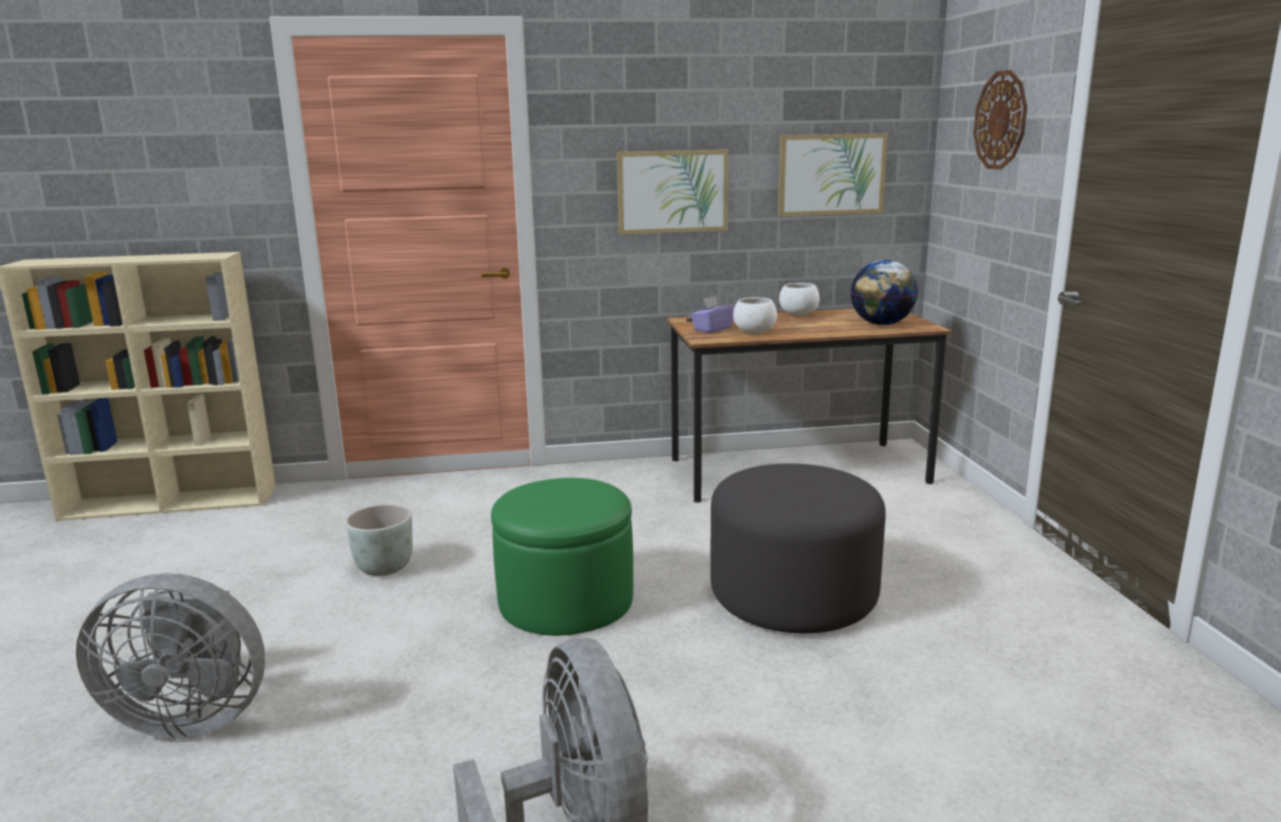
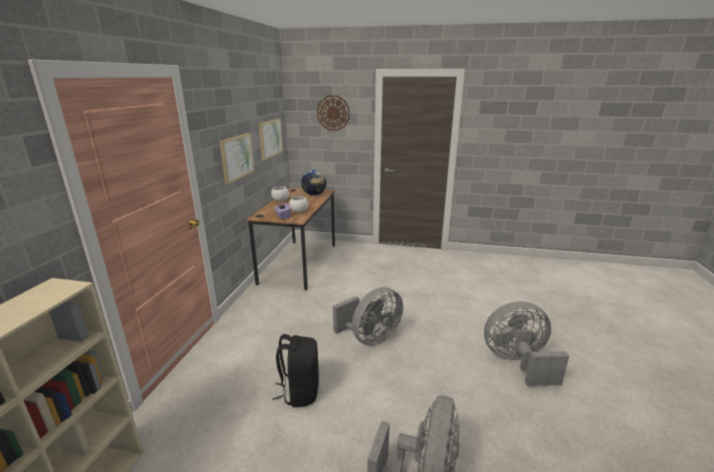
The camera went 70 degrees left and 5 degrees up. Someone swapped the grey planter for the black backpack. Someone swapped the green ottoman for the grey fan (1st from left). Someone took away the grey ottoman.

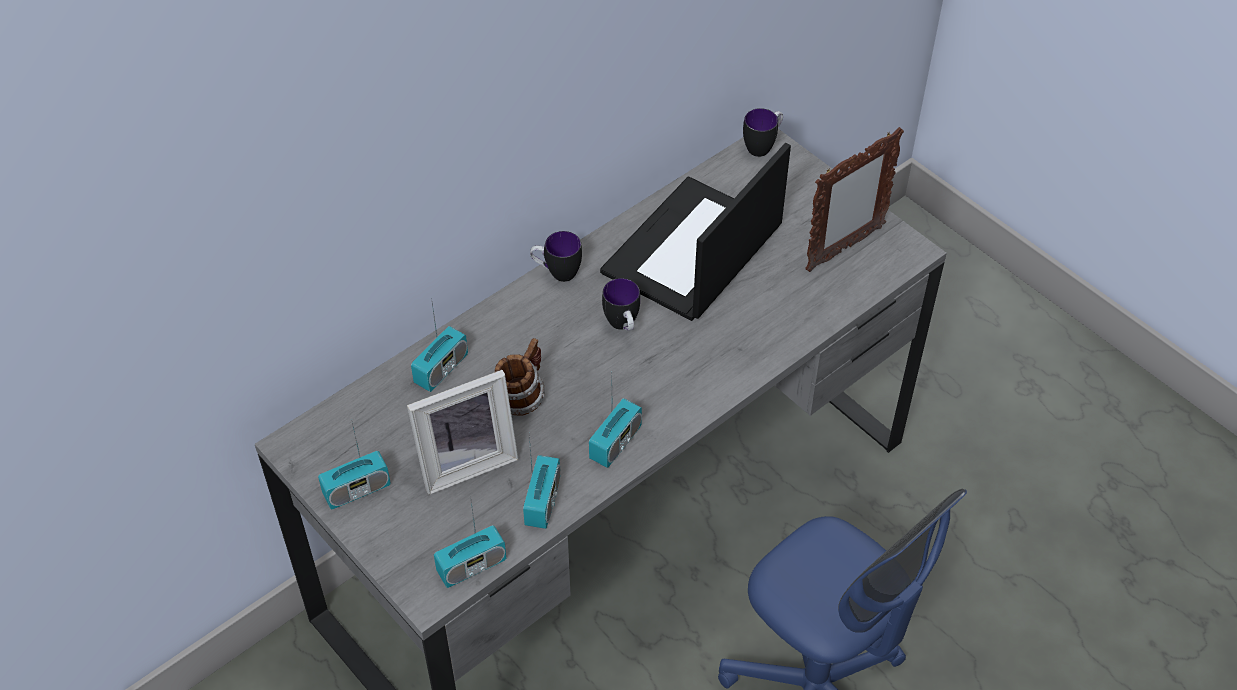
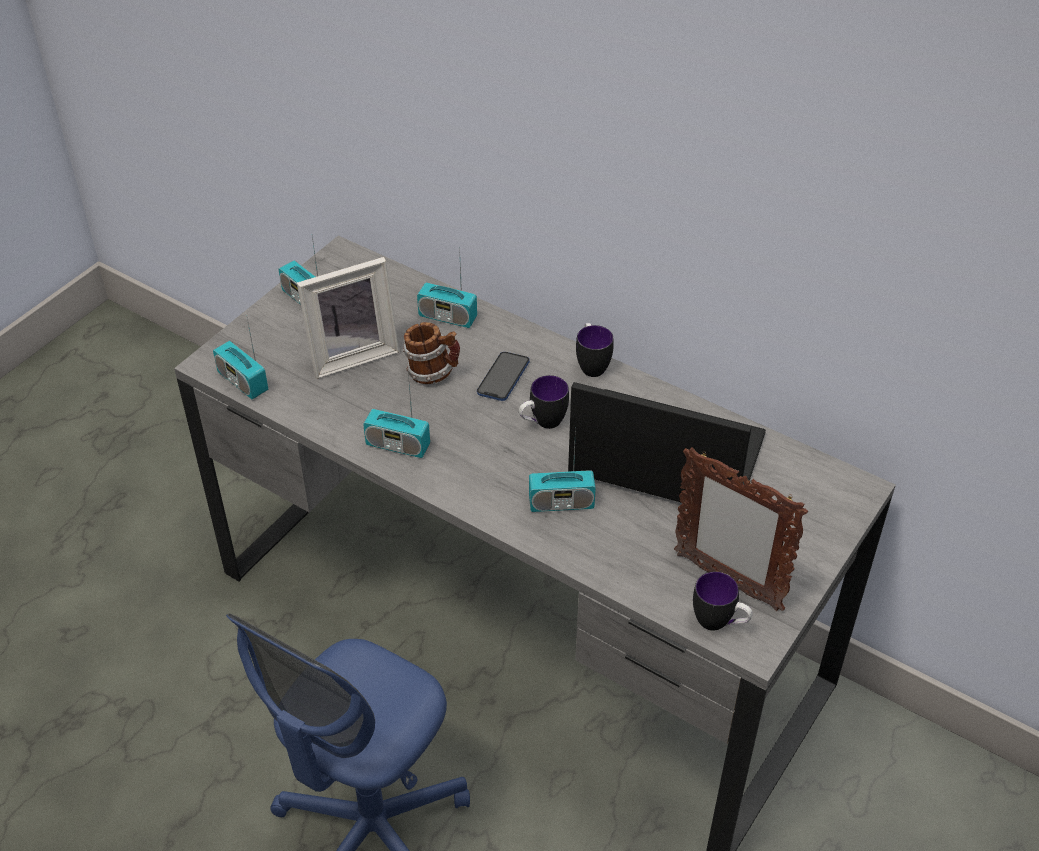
The camera went 75 degrees right and 5 degrees down. Someone rotated the picture frame (1st from left) by 75 degrees counterclockwise. Someone put down the phone. Someone carried the radio (4th from left in the first image). Someone carried the mug (4th from left).

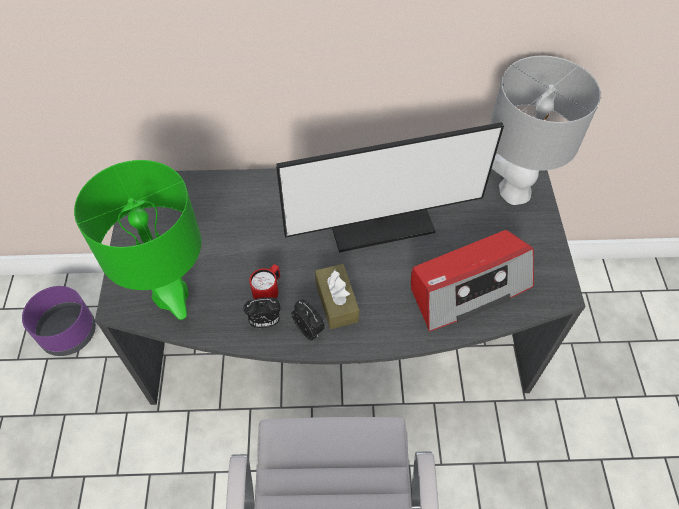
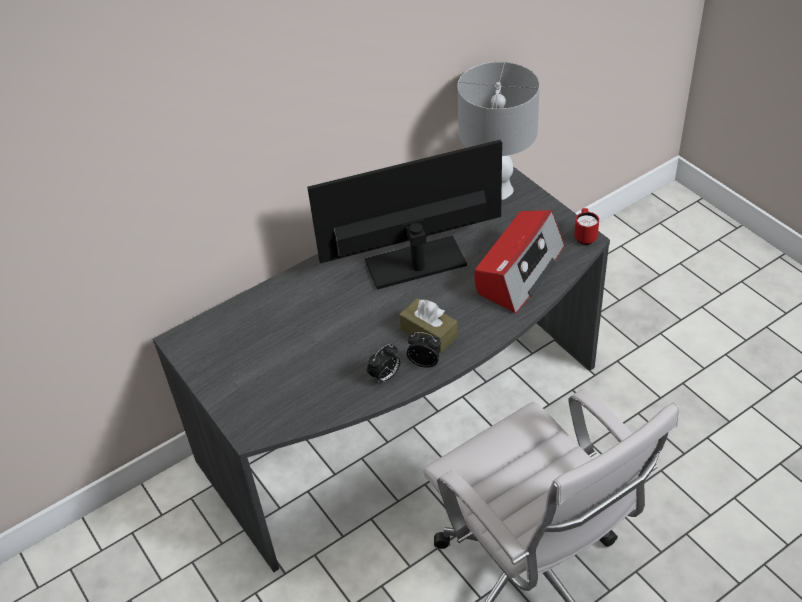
The camera went 30 degrees left and 10 degrees down. Someone rotated the monitor by 150 degrees counterclockwise. Someone carried the red mug. Someone took away the purple planter. Someone took away the green table lamp.

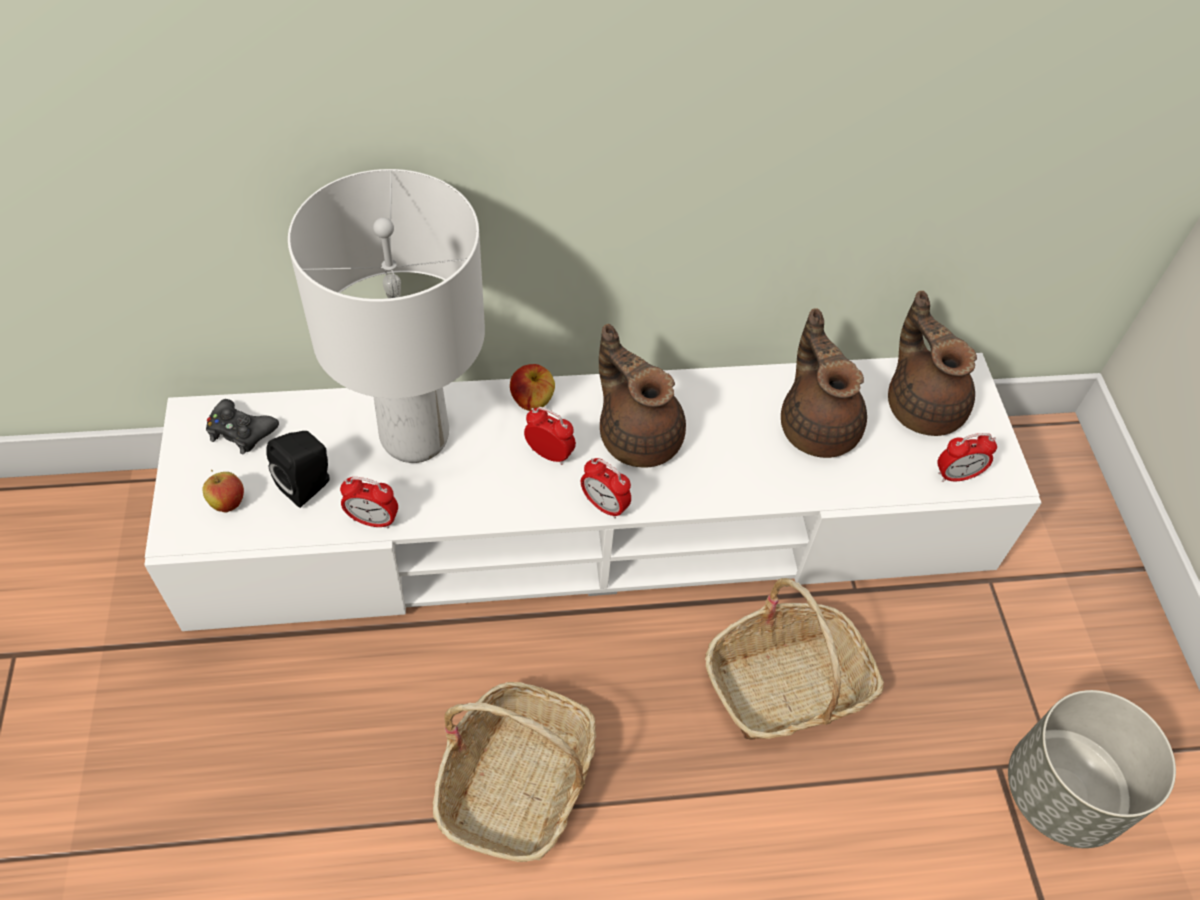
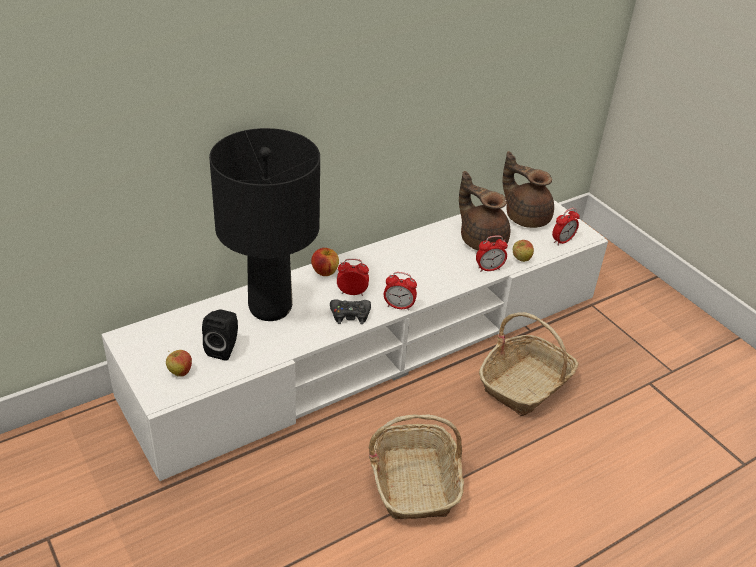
The camera went 25 degrees left and 15 degrees down. Someone repainted the white table lamp, which became the black table lamp. Someone carried the black game controller. Someone carried the alarm clock (1st from left in the first image). Someone put down the apple (3rd from left). Someone took away the brown teapot (1st from left). Someone took away the grey planter.

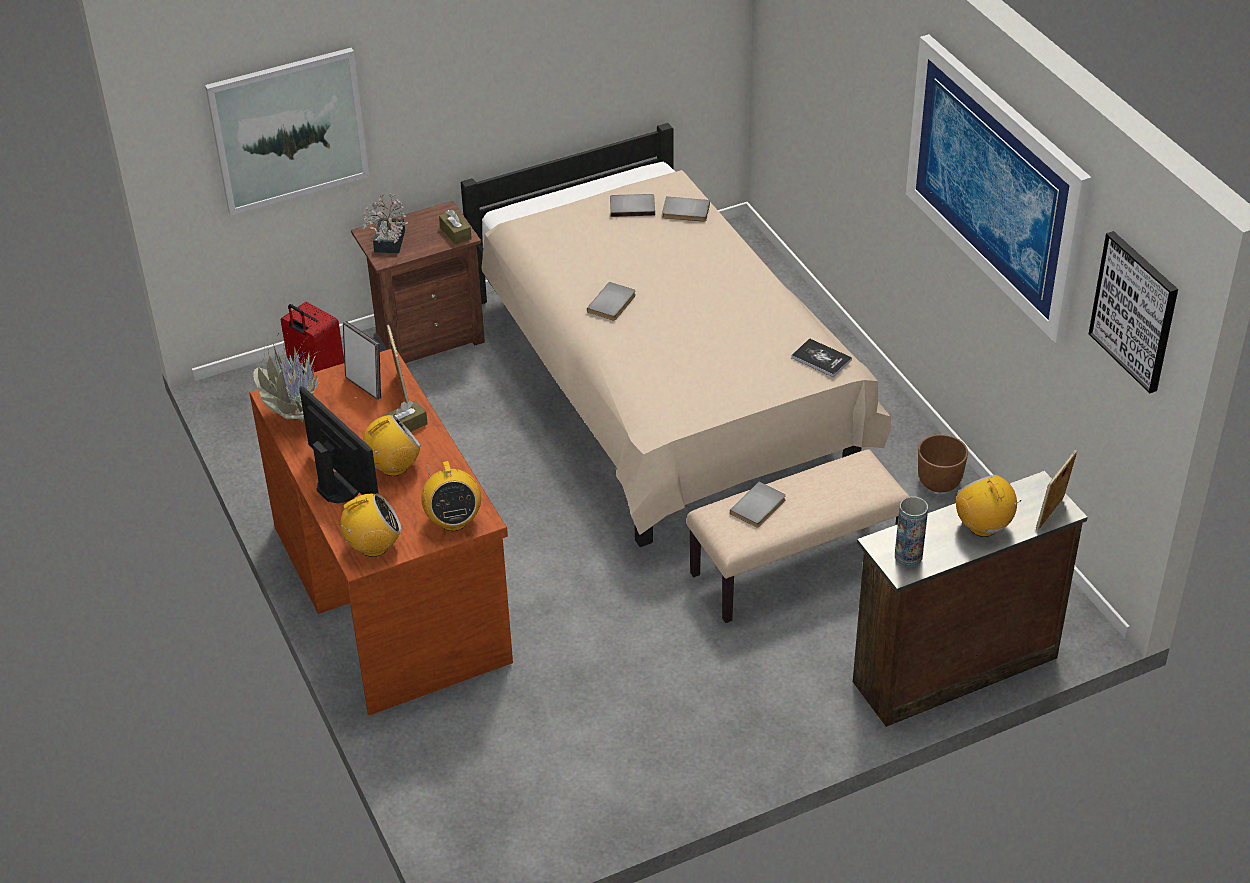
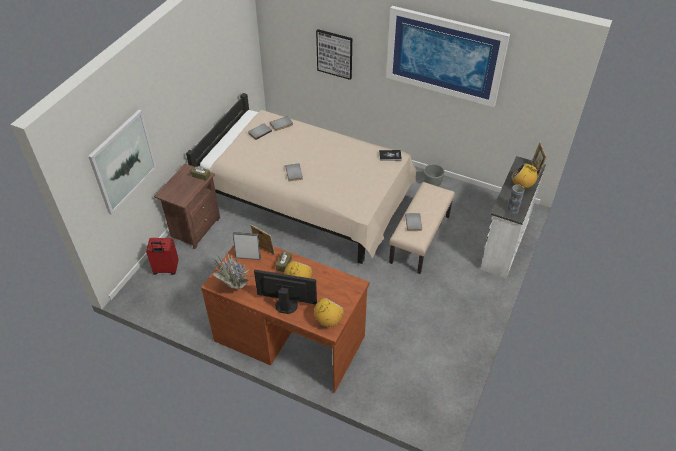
The camera went 40 degrees left and 5 degrees up. Someone carried the picture (3rd from left in the first image). Someone repainted the brown planter, which became the grey planter. Someone repainted the brown dresser, which became the white dresser. Someone took away the potted plant (2nd from left). Someone took away the radio (3rd from left).

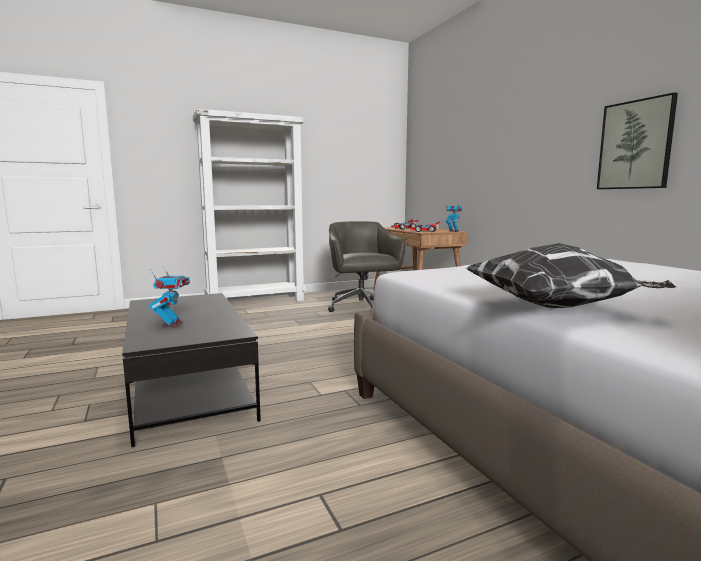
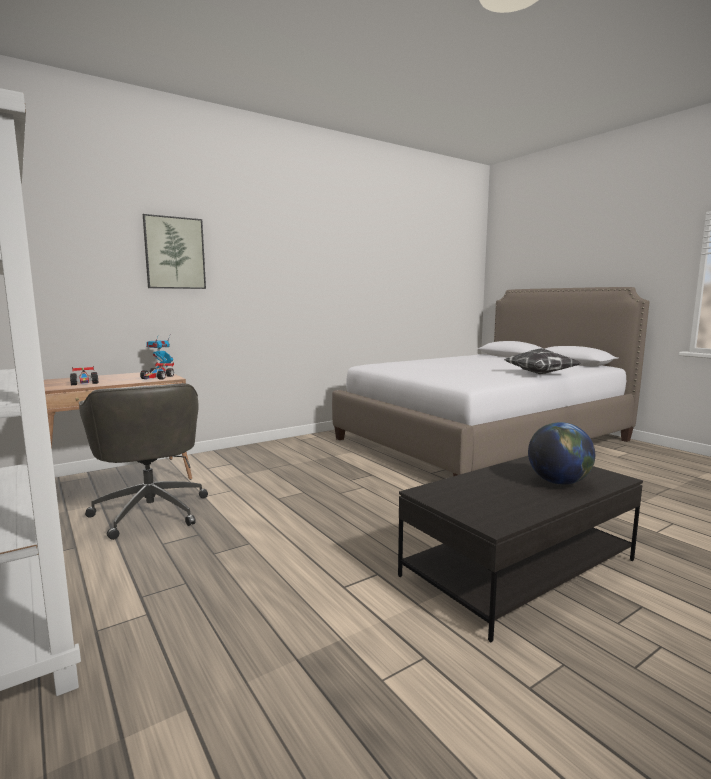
The camera went 100 degrees left and 0 degrees up. Someone rotated the grey office chair by 90 degrees counterclockwise. Someone carried the picture. Someone swapped the toy robot (1st from left) for the globe.

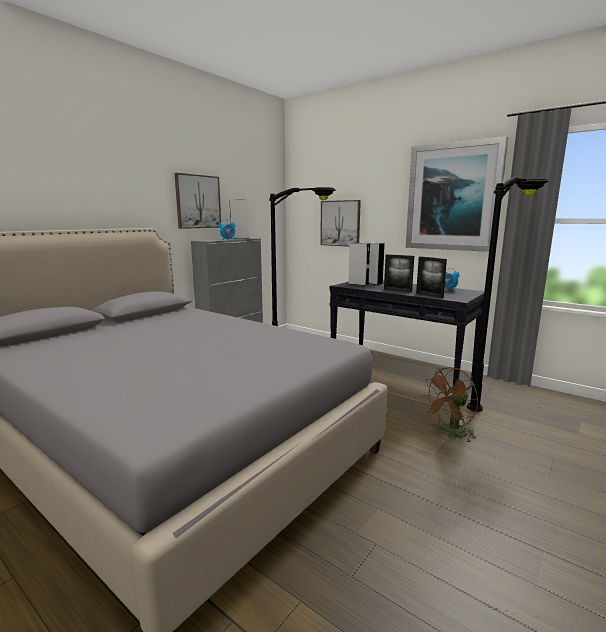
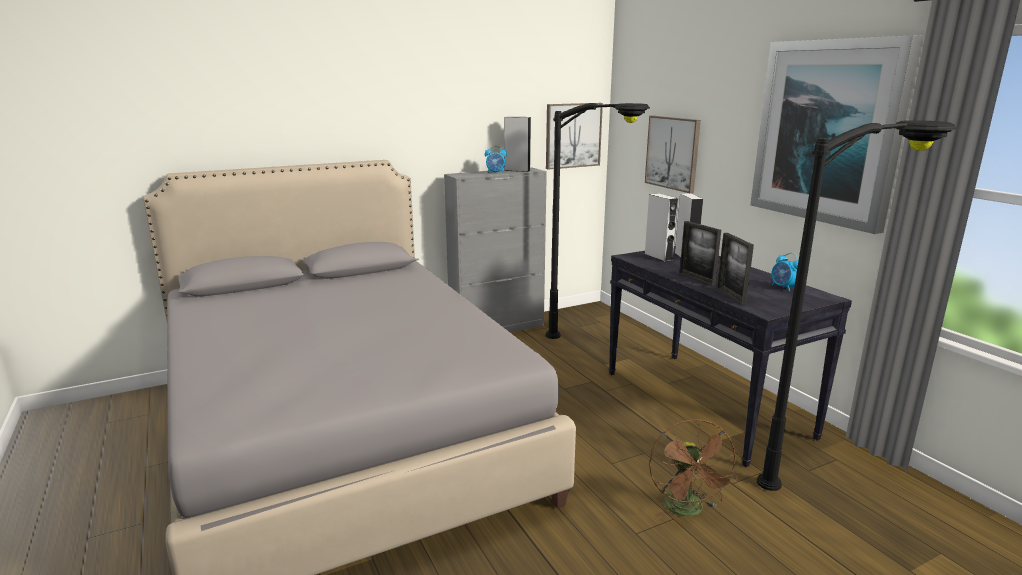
The camera went 25 degrees right and 5 degrees up. Someone carried the picture (1st from left). Someone rotated the brown fan by 90 degrees counterclockwise.

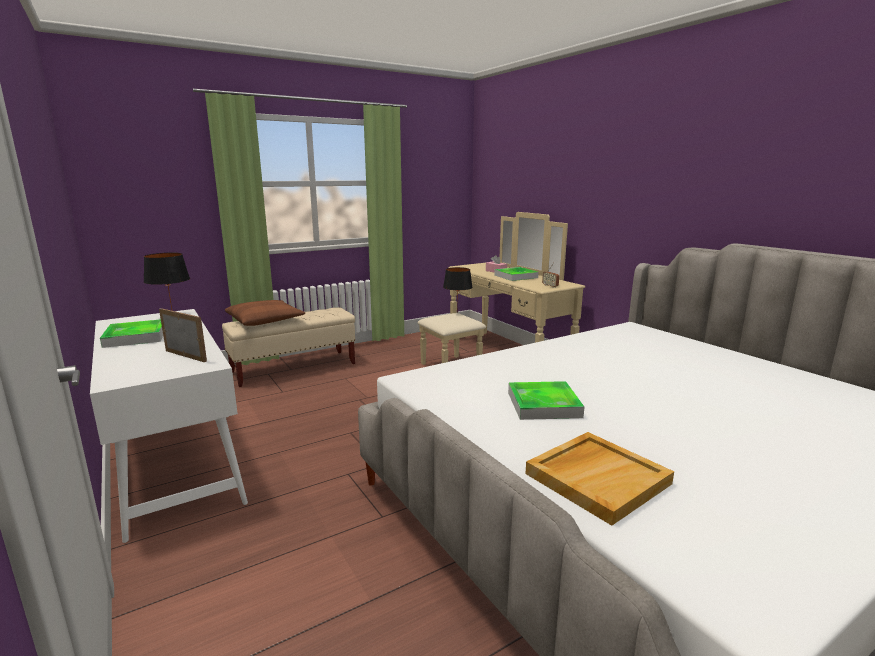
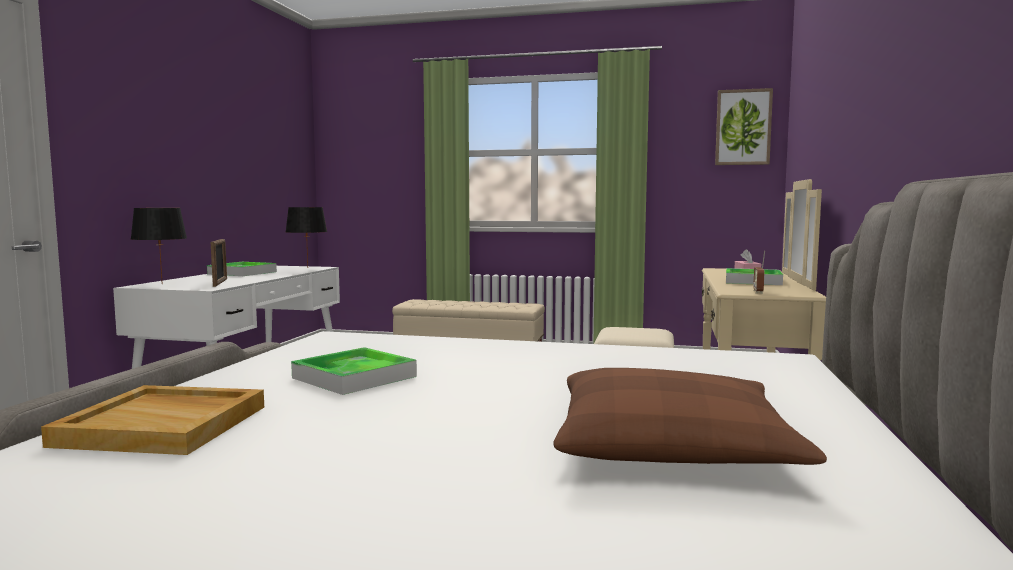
The camera went 45 degrees right and 10 degrees down. Someone carried the black table lamp (2nd from left in the first image). Someone carried the brown pillow. Someone put up the picture.

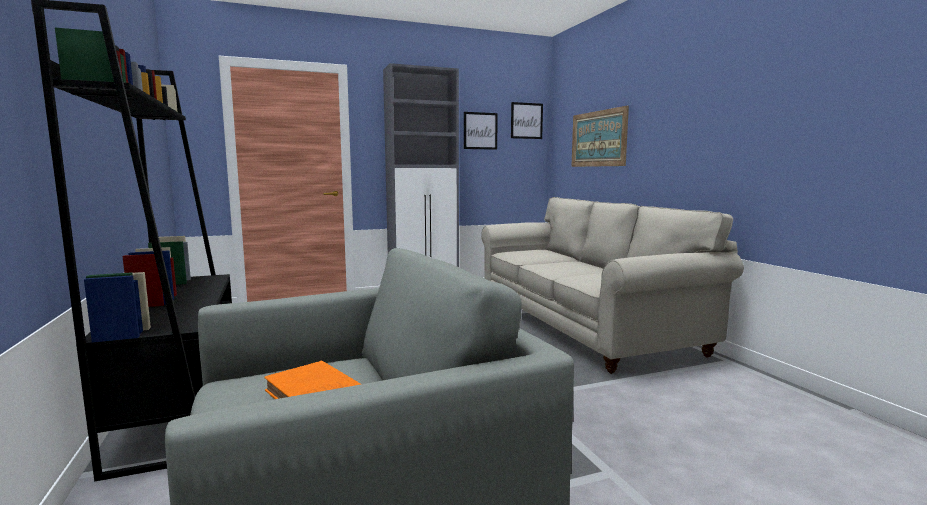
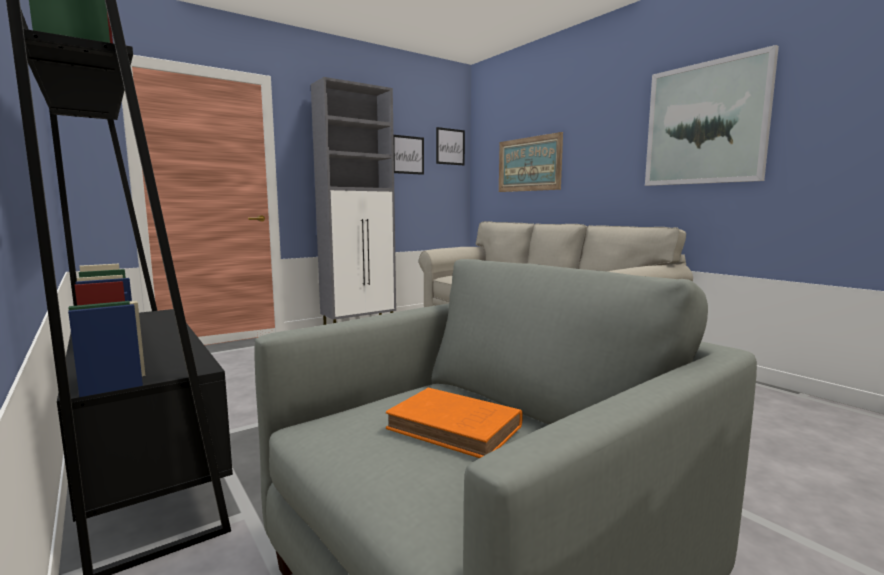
The camera went 15 degrees left and 0 degrees up. Someone put up the picture (4th from left).

